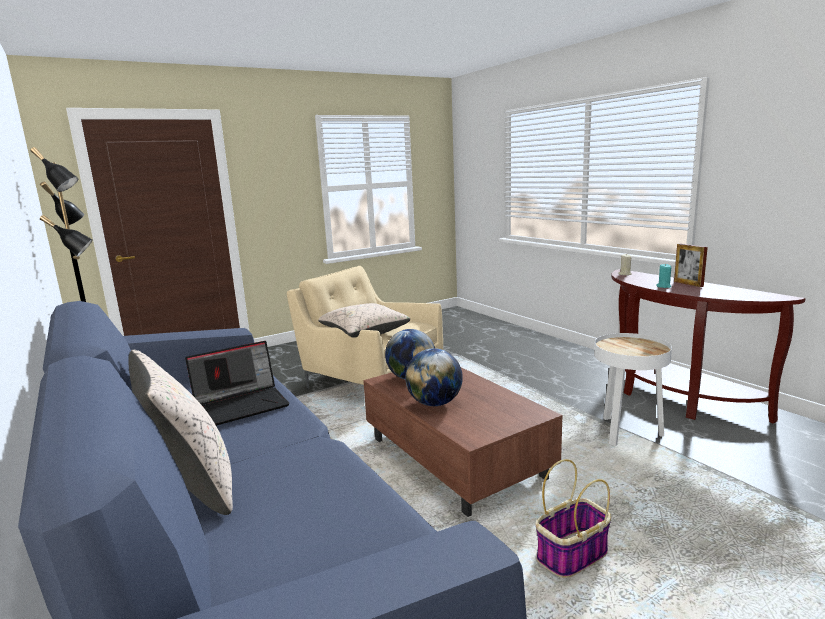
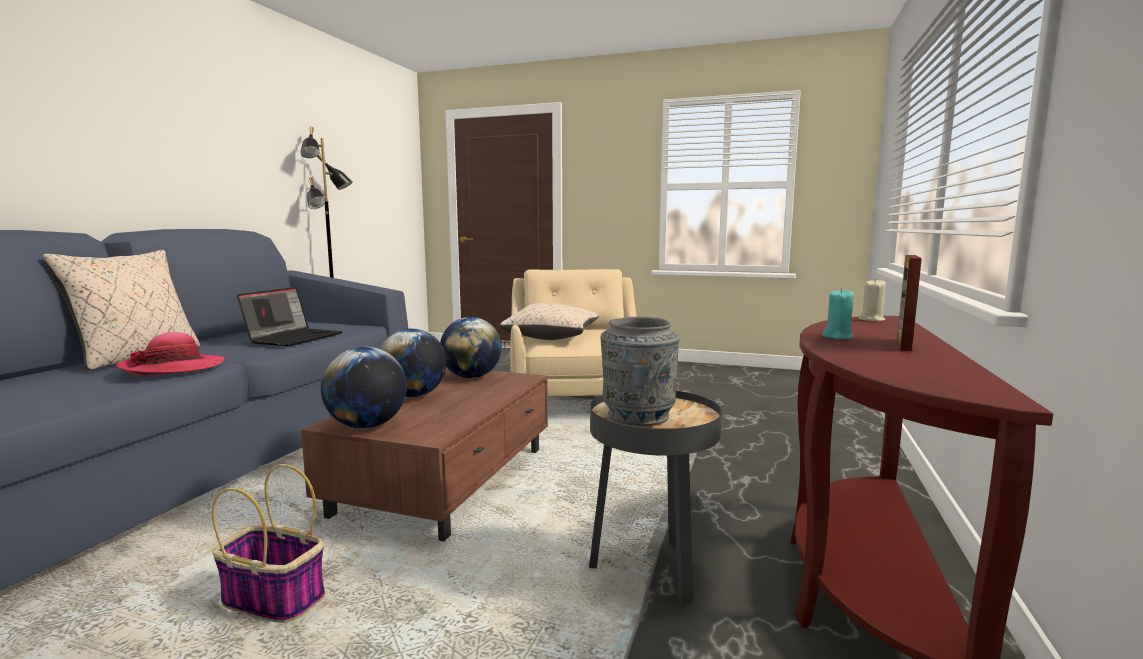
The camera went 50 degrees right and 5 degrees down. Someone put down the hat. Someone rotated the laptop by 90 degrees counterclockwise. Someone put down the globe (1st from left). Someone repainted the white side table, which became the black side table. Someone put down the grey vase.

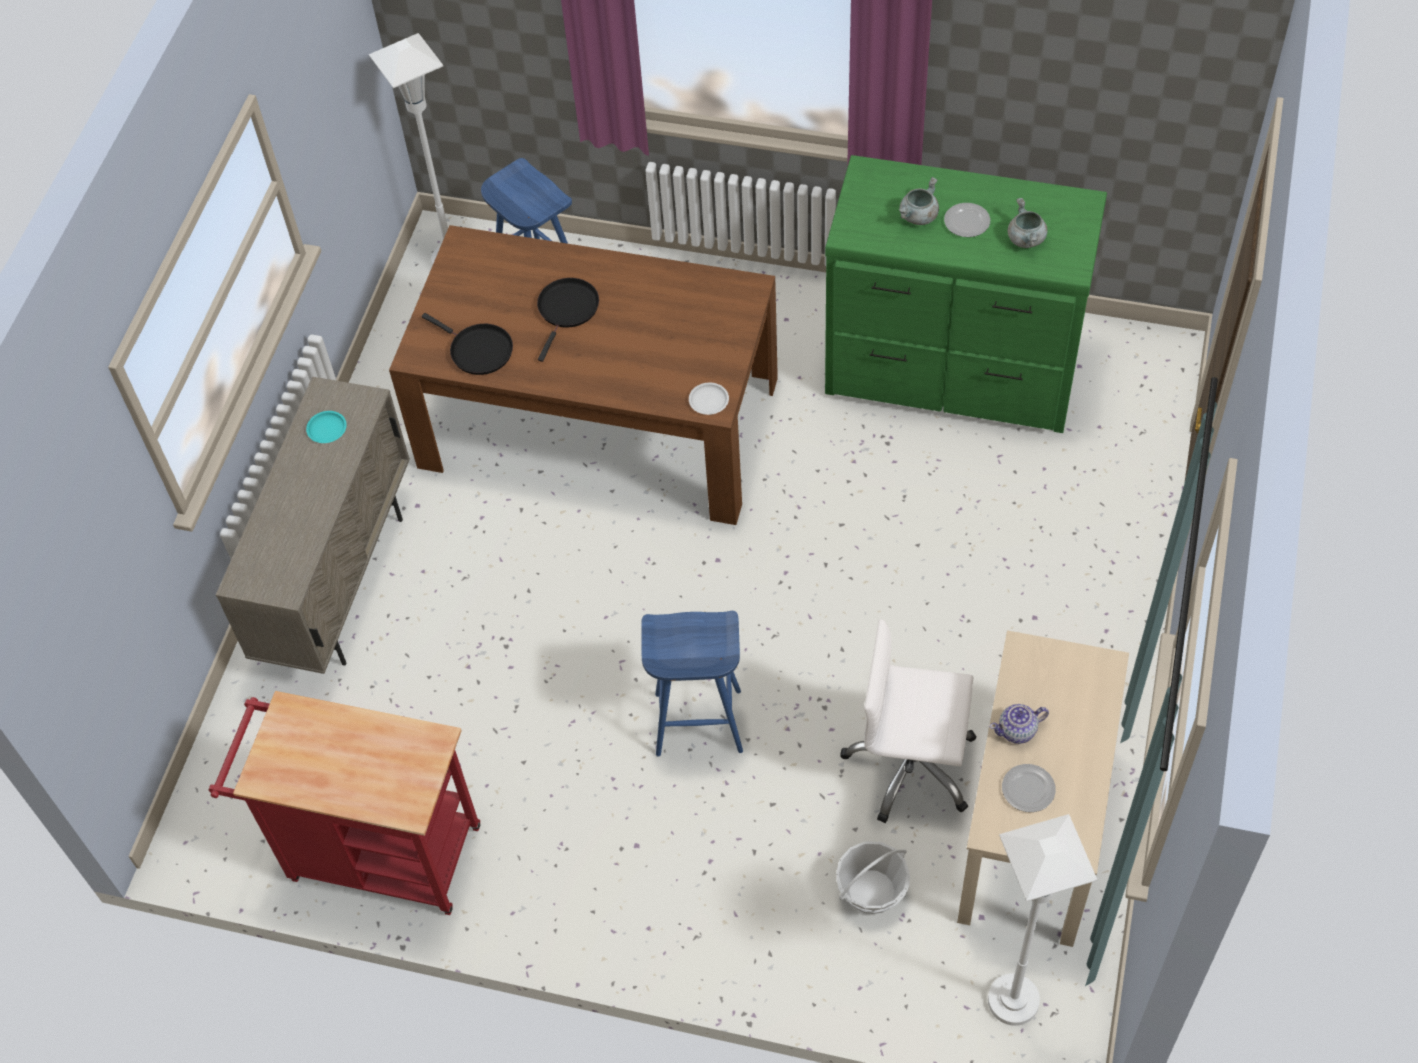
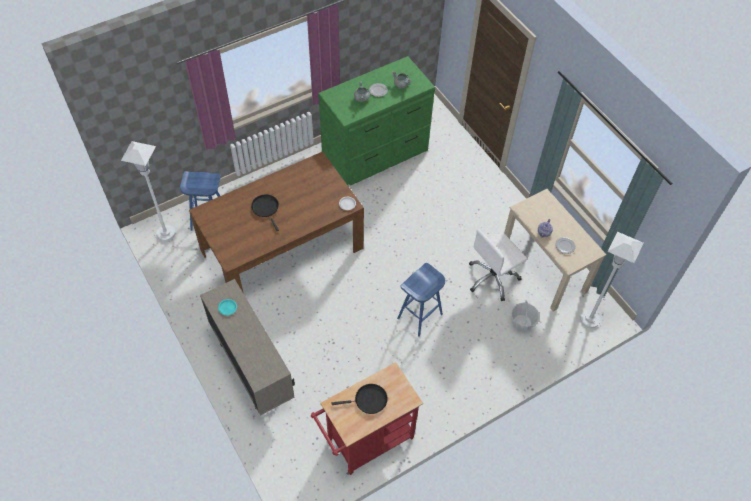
The camera went 50 degrees left and 0 degrees up. Someone carried the black frying pan (1st from left in the first image).

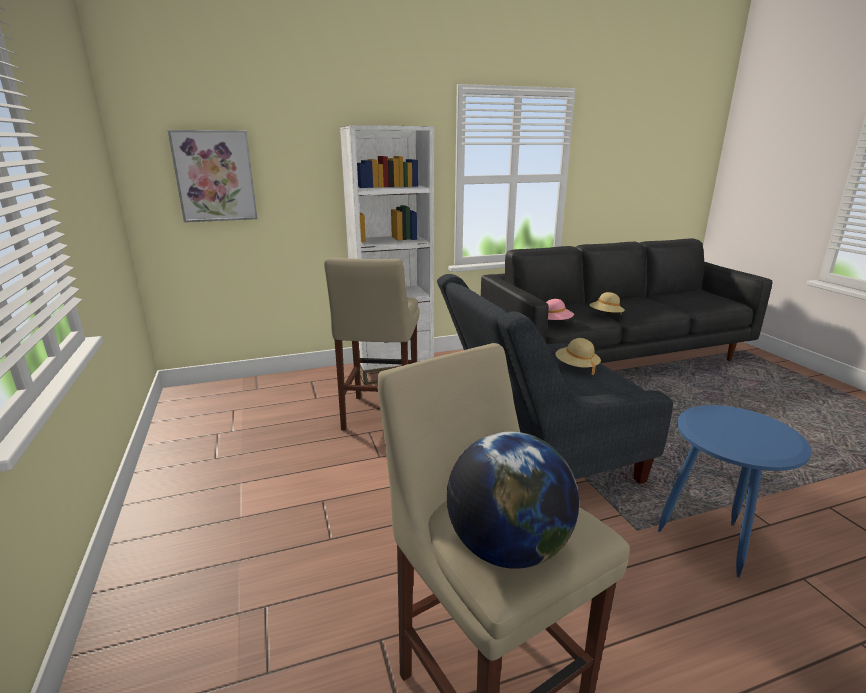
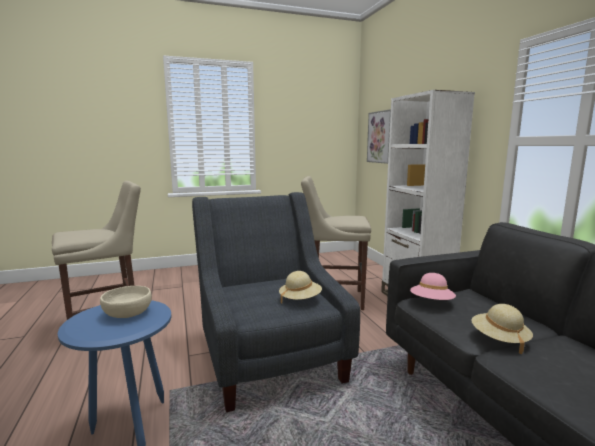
The camera went 90 degrees right and 10 degrees down. Someone put down the beige bowl. Someone took away the globe.

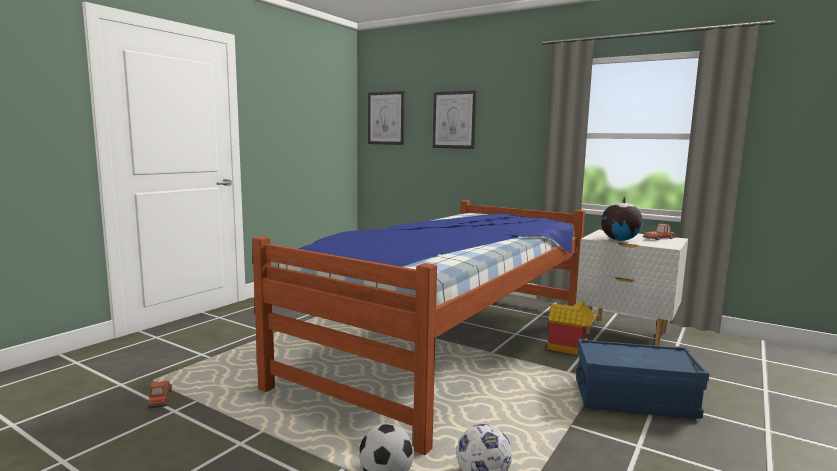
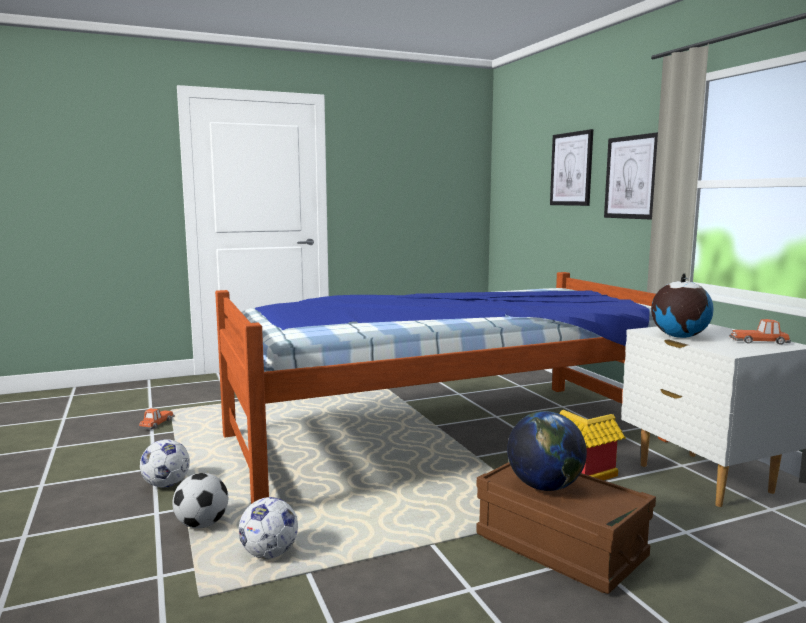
The camera went 35 degrees right and 0 degrees up. Someone put down the football (1st from left). Someone repainted the blue storage box, which became the brown storage box. Someone put down the globe (1st from left). Someone carried the picture (1st from left in the first image).

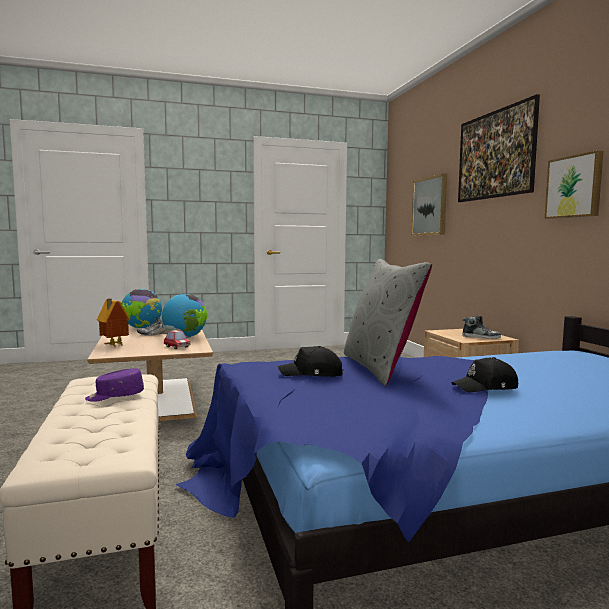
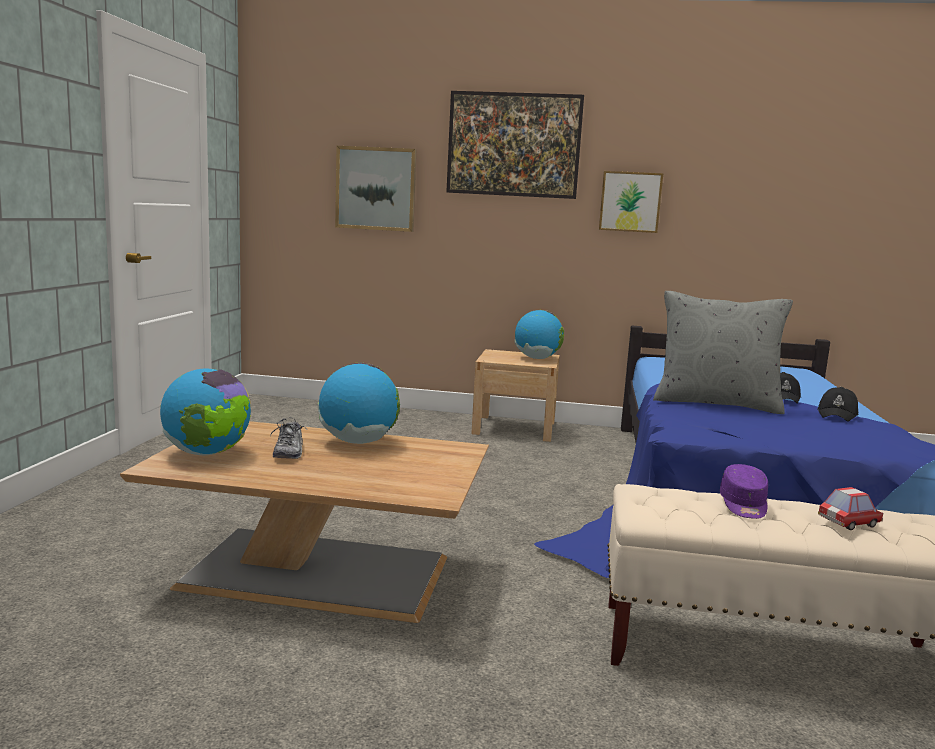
The camera went 65 degrees left and 5 degrees up. Someone swapped the shoe (2nd from left) for the globe (3rd from left). Someone carried the black cap (1st from left in the first image). Someone carried the toy car. Someone took away the toy house.

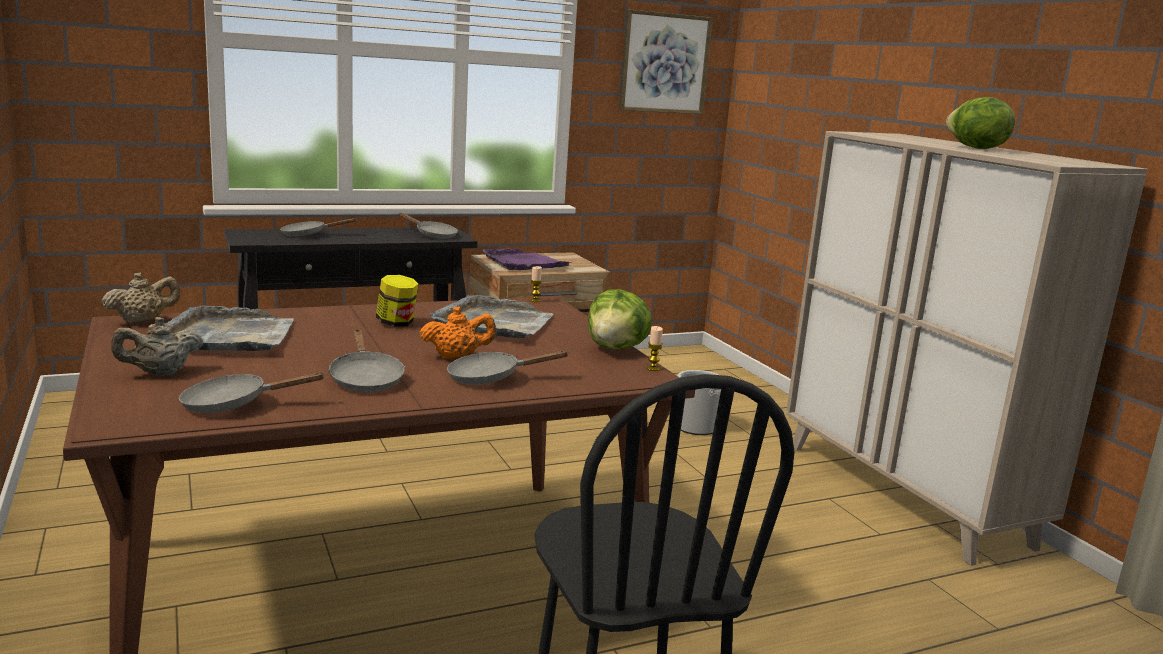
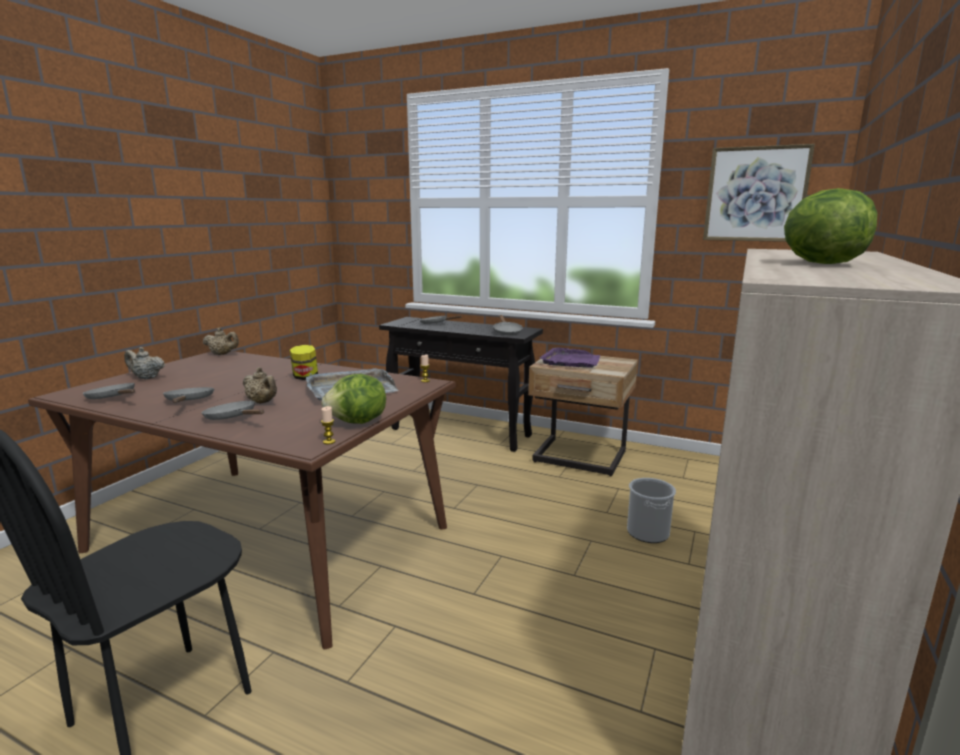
The camera went 50 degrees right and 0 degrees up. Someone rotated the grey frying pan (3rd from left in the first image) by 135 degrees clockwise. Someone repainted the orange teapot, which became the beige teapot (3rd from left). Someone took away the grey tray (1st from left).

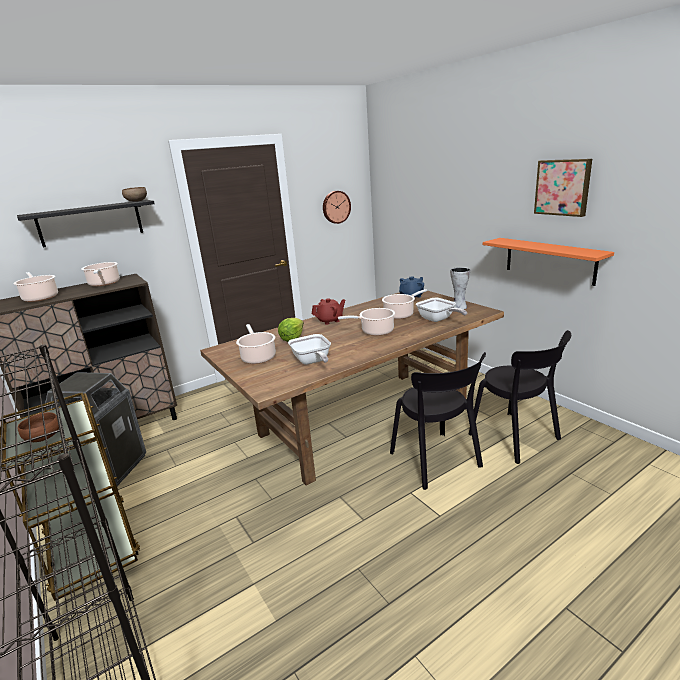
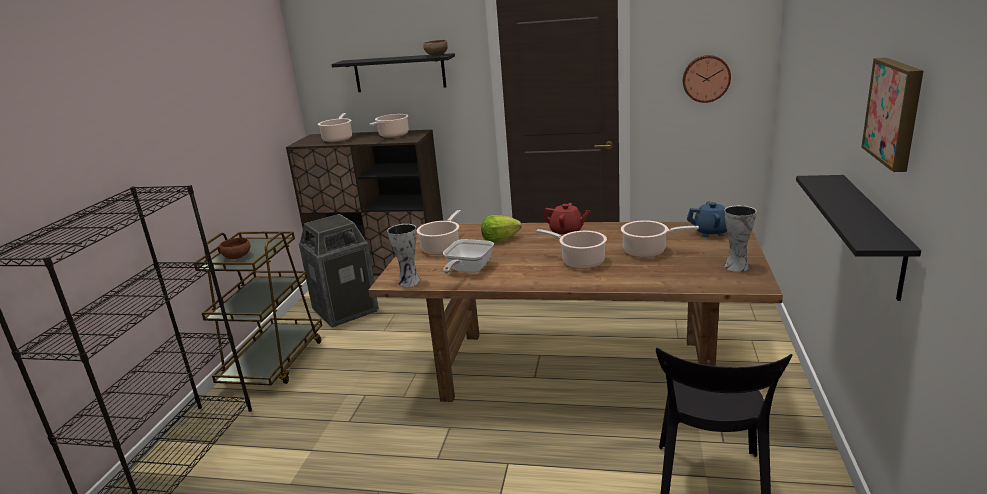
The camera went 45 degrees right and 0 degrees up. Someone put down the vase (1st from left). Someone repainted the orange shelf, which became the black shelf (2nd from left). Someone took away the black chair (1st from left). Someone took away the frying pan (2nd from left).

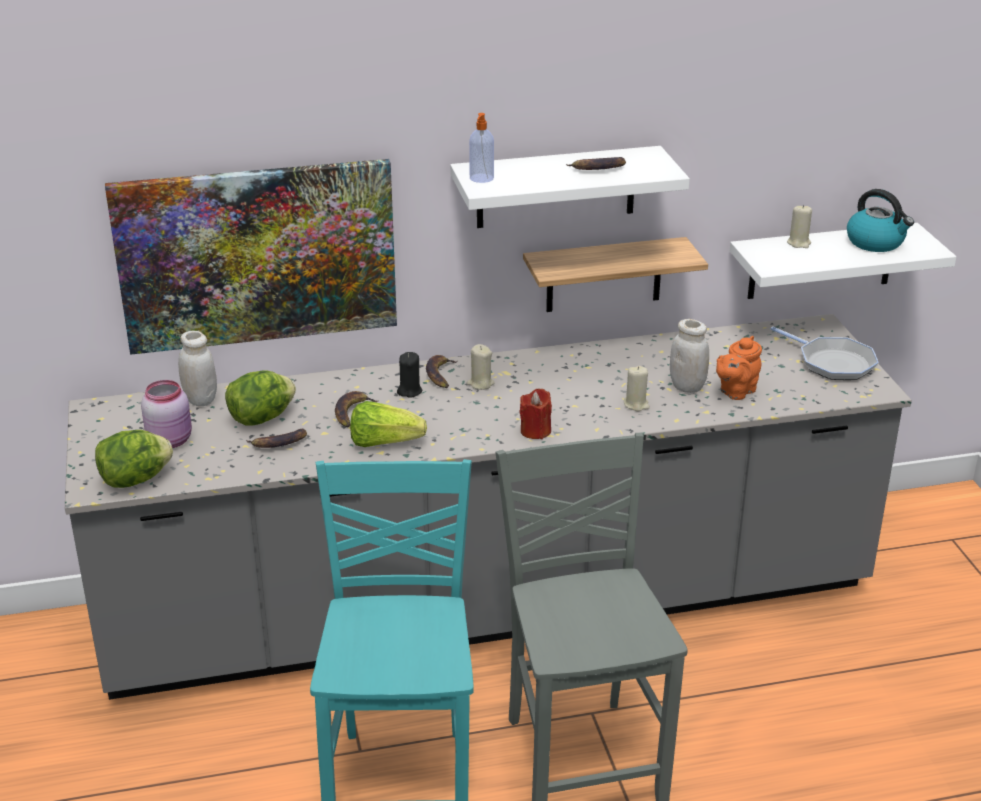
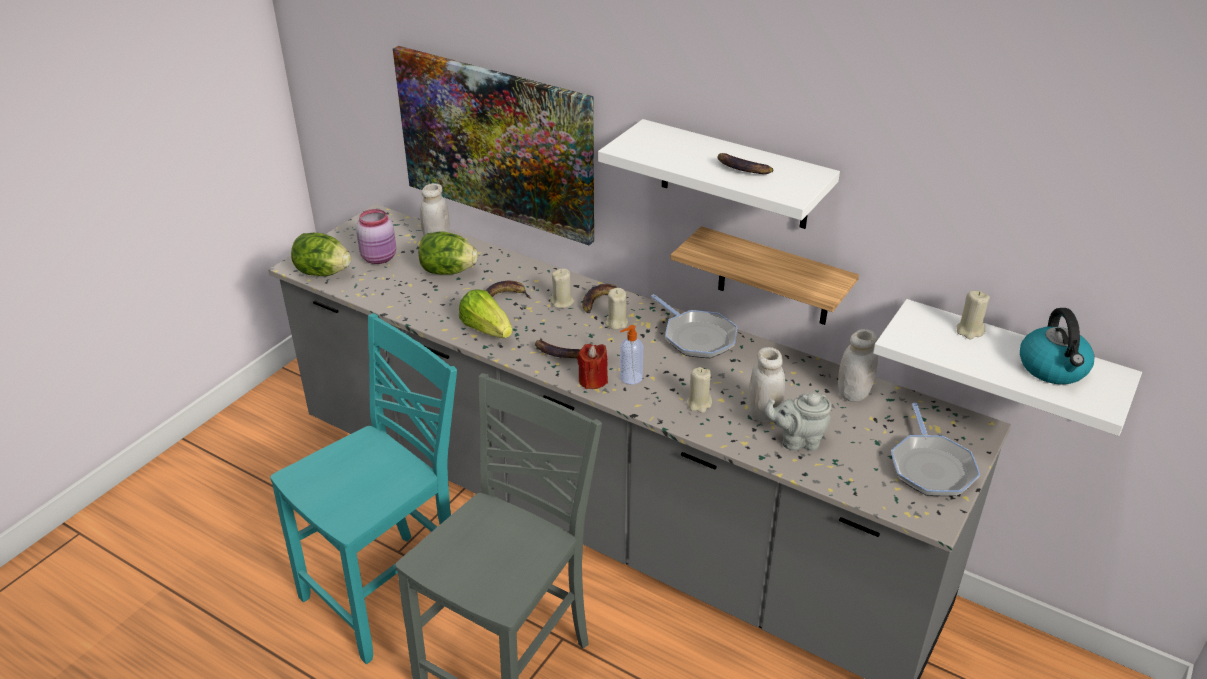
The camera went 45 degrees right and 5 degrees up. Someone carried the banana (1st from left in the first image). Someone repainted the black candle, which became the beige candle (1st from left). Someone carried the soap dispenser. Someone put down the frying pan (1st from left). Someone repainted the orange teapot, which became the grey teapot. Someone put down the white jar (3rd from left).

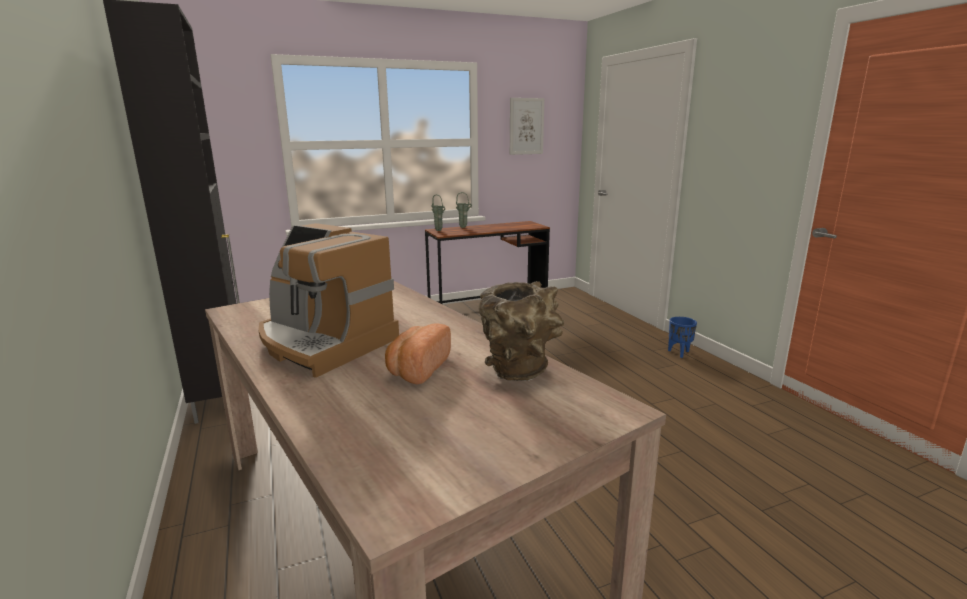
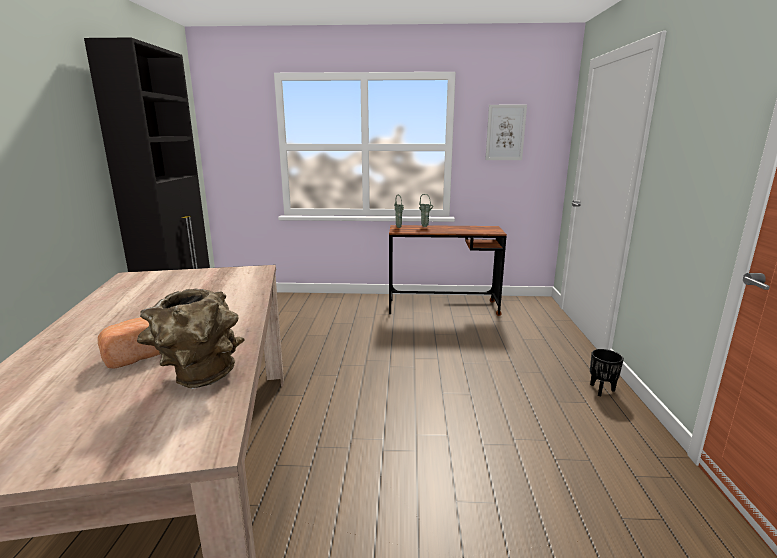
The camera went 25 degrees right and 0 degrees up. Someone repainted the blue planter, which became the black planter. Someone took away the coffee machine.

